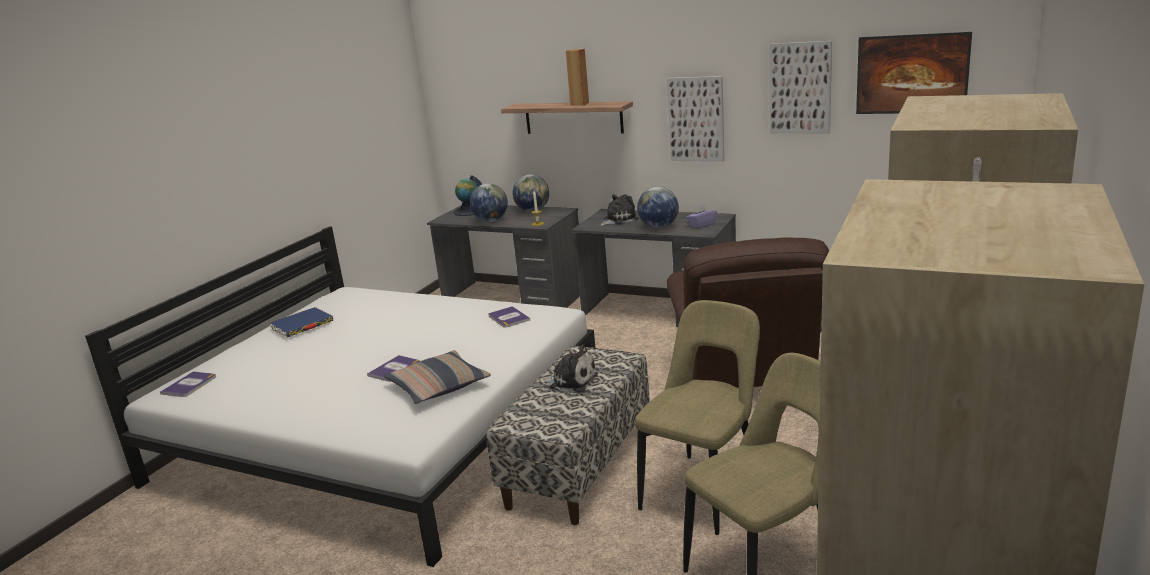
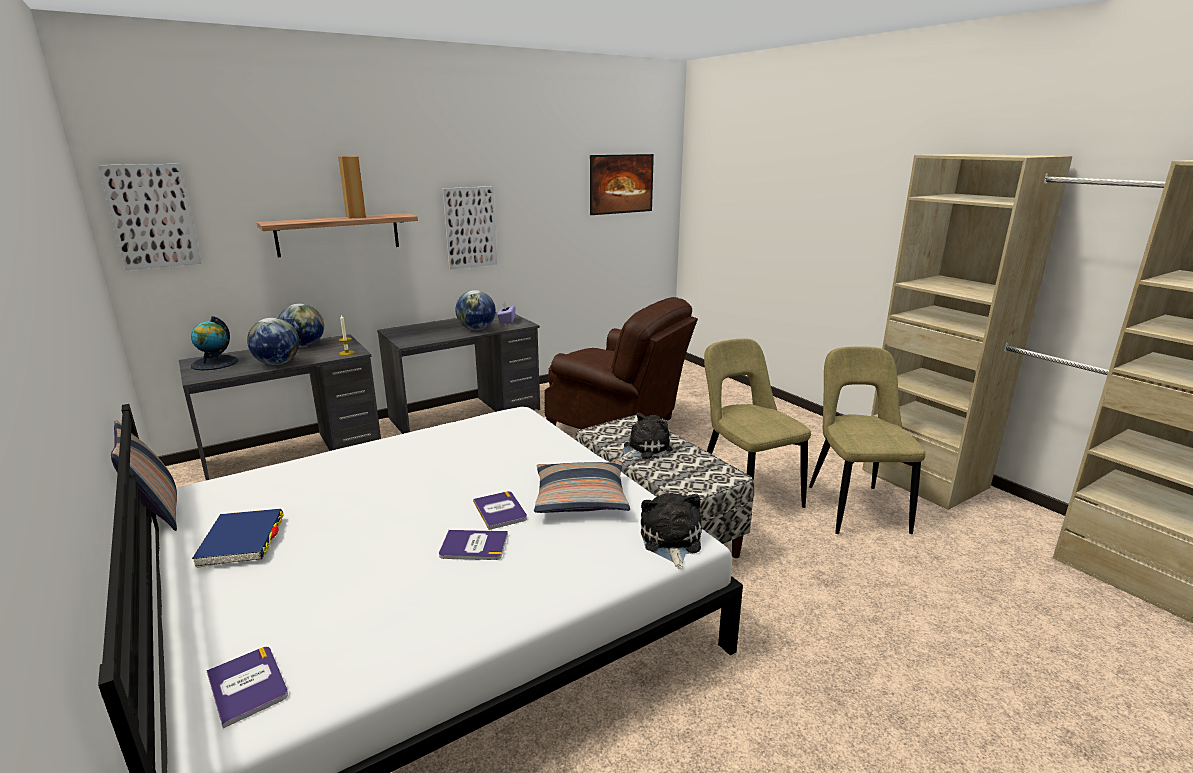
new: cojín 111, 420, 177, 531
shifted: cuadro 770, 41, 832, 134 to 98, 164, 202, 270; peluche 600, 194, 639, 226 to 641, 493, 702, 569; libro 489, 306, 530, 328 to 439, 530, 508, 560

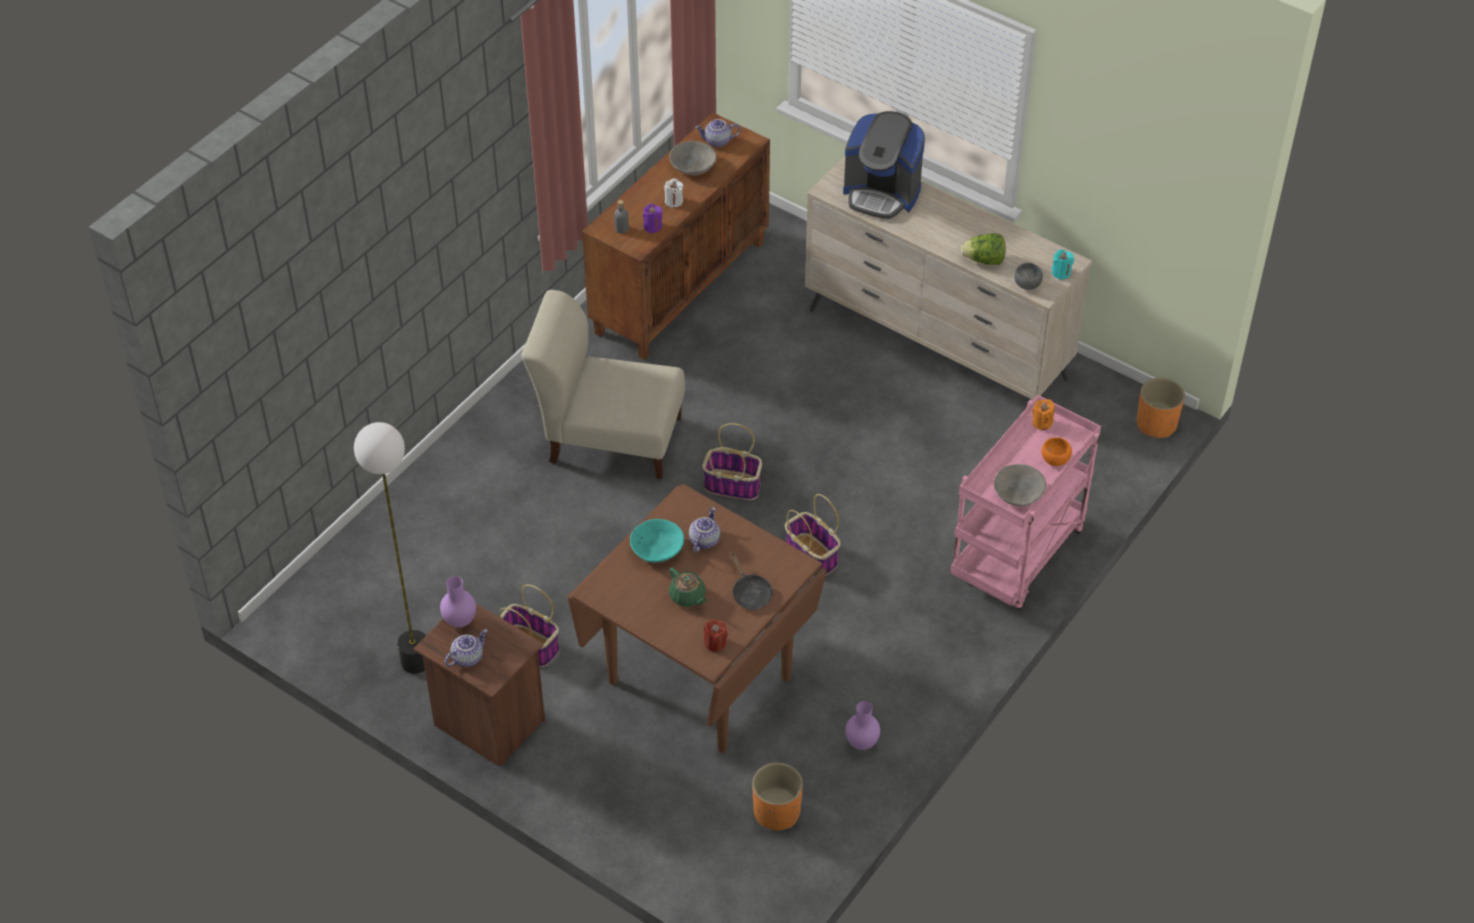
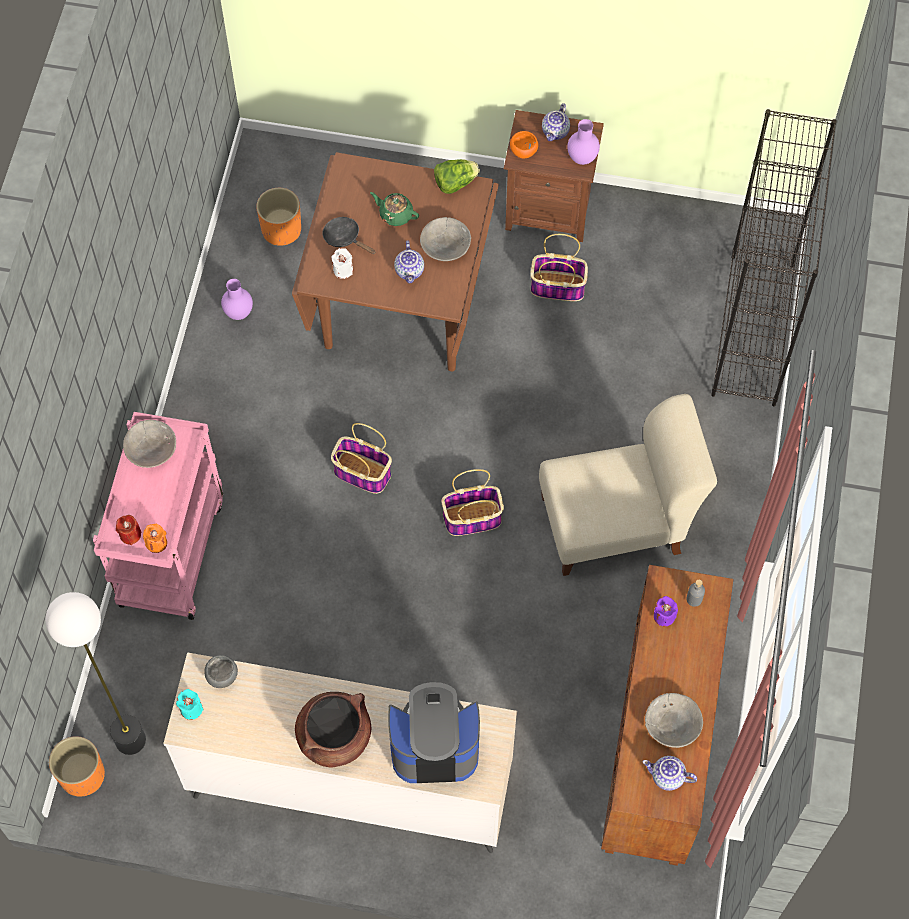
new: estantería (negro) 711, 109, 837, 406; olla (marrón) 295, 692, 371, 767
shifted: vela (blanco) 664, 178, 683, 208 to 331, 248, 353, 279; lechuga 961, 233, 1005, 265 to 434, 159, 480, 194; lámpara de pie 354, 422, 426, 674 to 45, 592, 146, 755; cuenco (naranja) 1042, 437, 1072, 466 to 510, 131, 538, 159; vela (rojo) 704, 619, 728, 652 to 116, 515, 142, 545
repainted: cuenco (turquesa) 630, 519, 684, 562 to cuenco (gris) 420, 217, 471, 261
rotated: tetera 695, 119, 740, 147 = 642, 756, 697, 791 135 degrees counterclockwise

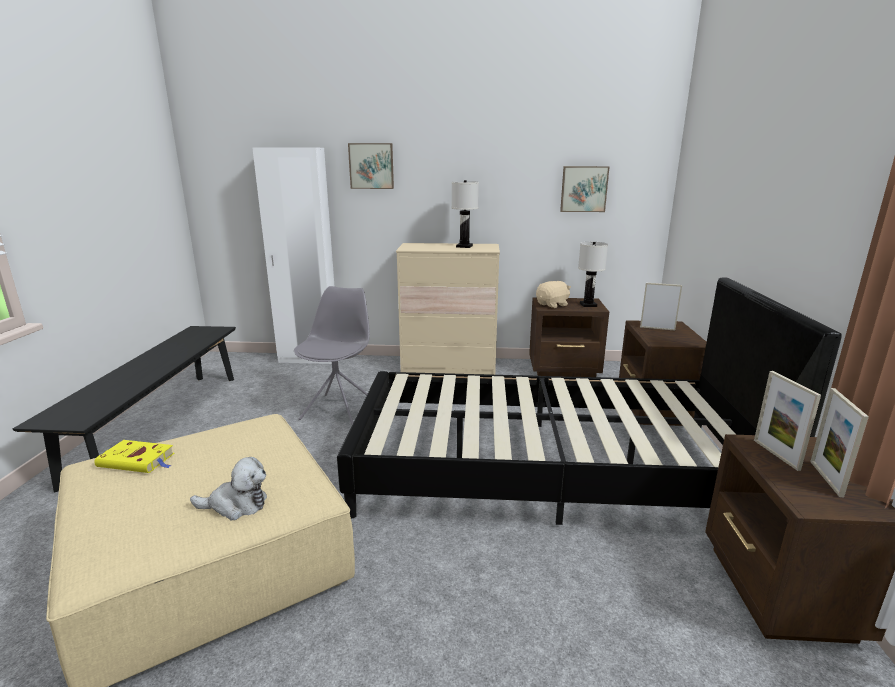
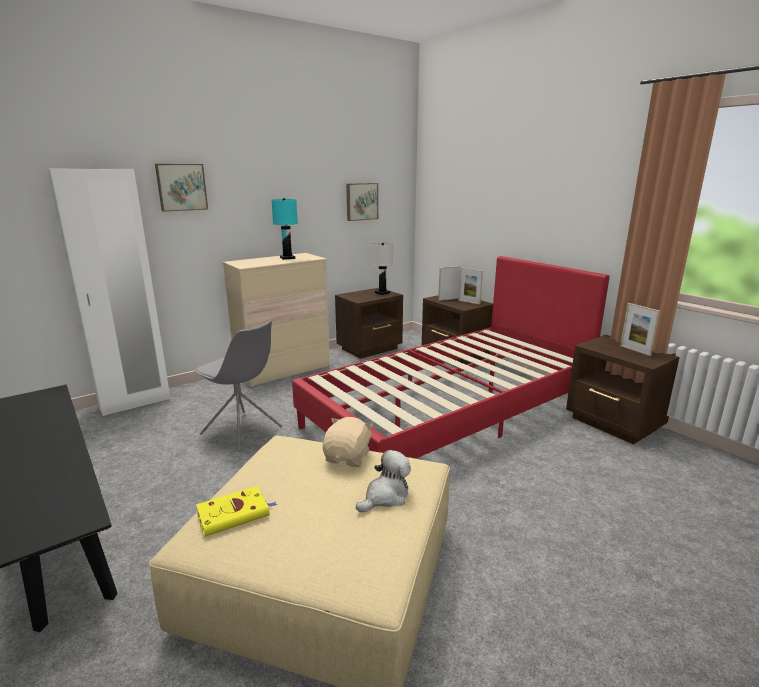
shifted: peluche (beis) 536, 281, 571, 308 to 323, 417, 374, 467; portarretratos 754, 371, 821, 471 to 458, 268, 483, 305
repainted: lámpara de mesa (blanco) 452, 180, 479, 248 to lámpara de mesa (turquesa) 271, 198, 298, 260; cama (negro) 337, 277, 842, 525 to cama (rojo) 292, 256, 610, 459
rotated: silla (gris) 294, 286, 370, 425 = 194, 321, 282, 452 150 degrees clockwise

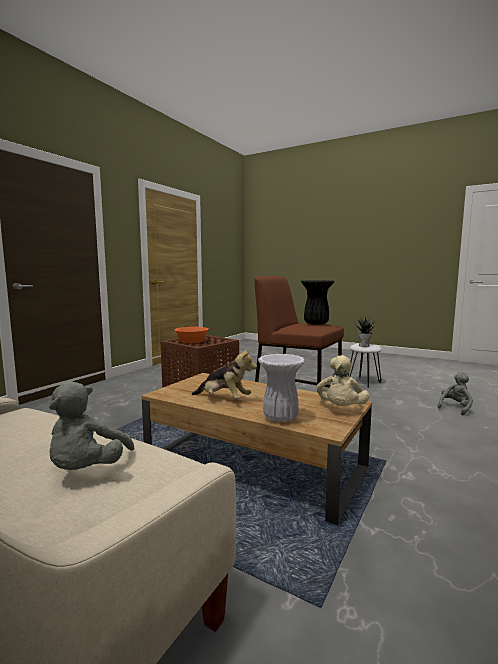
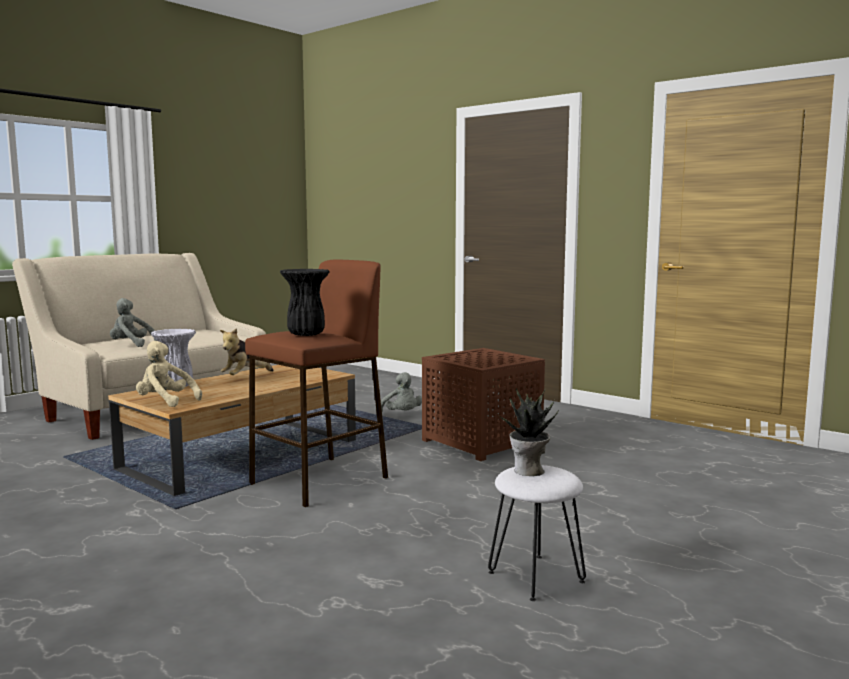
gone: cuenco (naranja) 175, 327, 208, 343
shifted: peluche (gris) 437, 372, 473, 415 to 381, 372, 422, 411

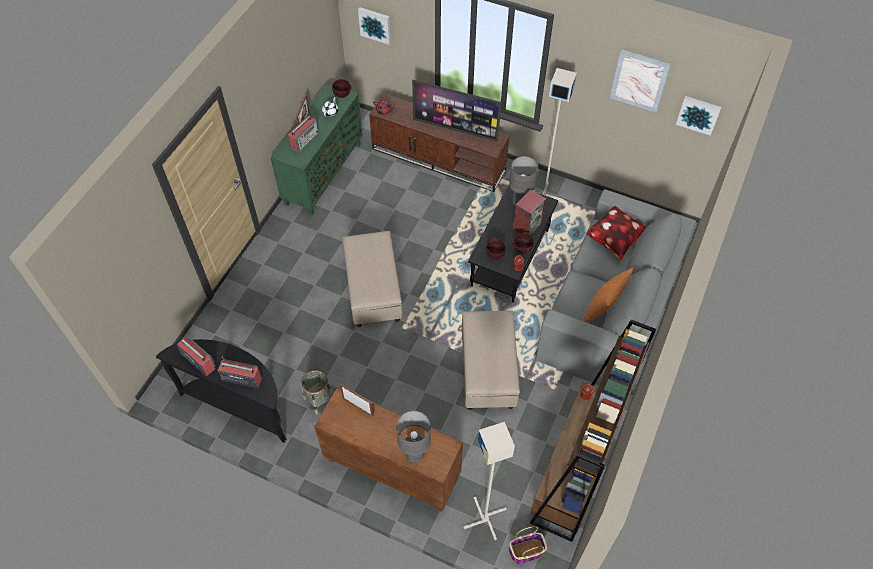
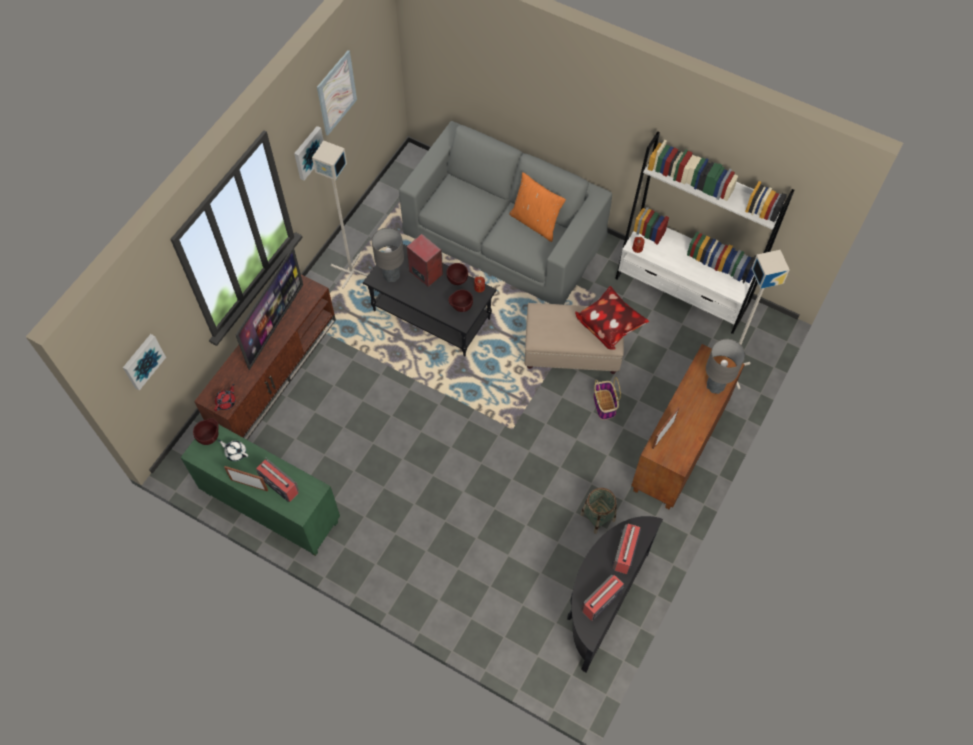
gone: puf (beis) 342, 231, 402, 327
shifted: cuadro 676, 96, 721, 136 to 294, 126, 323, 180; cojín 587, 206, 646, 260 to 575, 286, 649, 350; cesta 509, 526, 547, 564 to 593, 377, 621, 420
repainted: estantería (marrón) 530, 319, 656, 542 to estantería (blanco) 615, 131, 794, 334

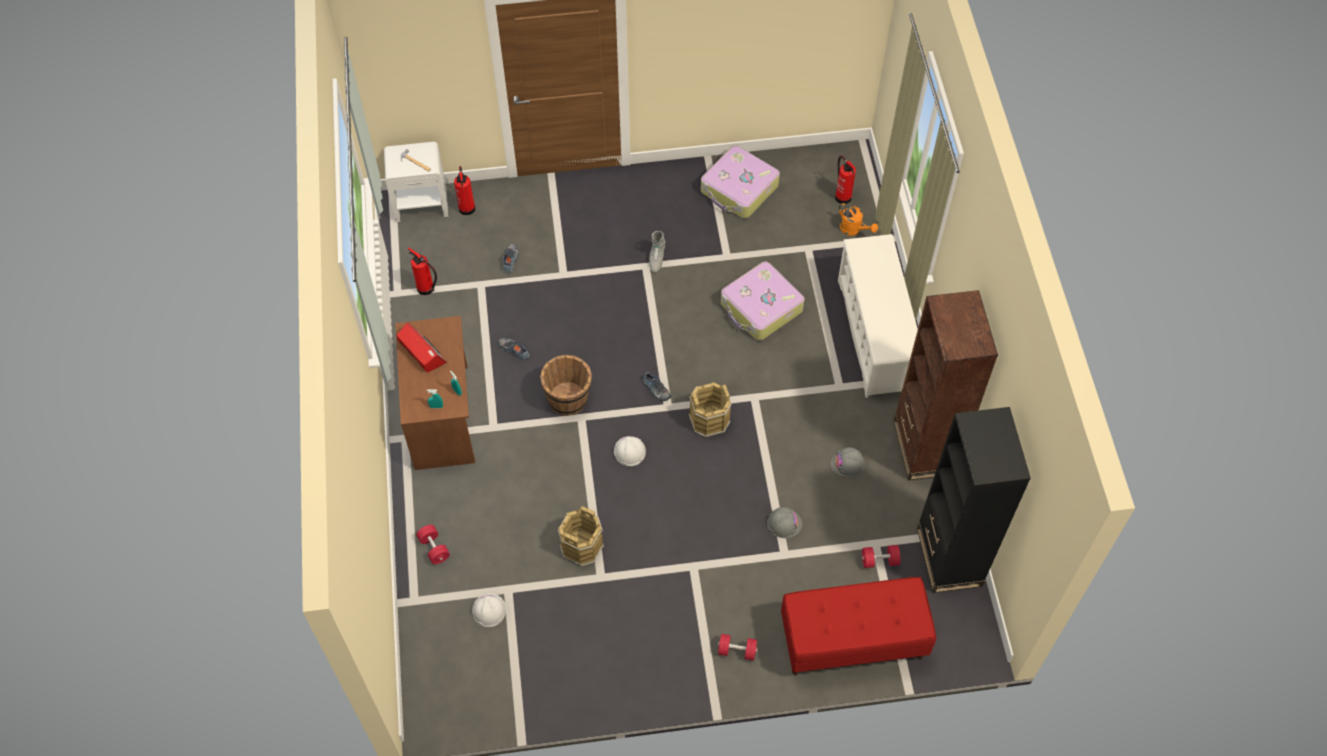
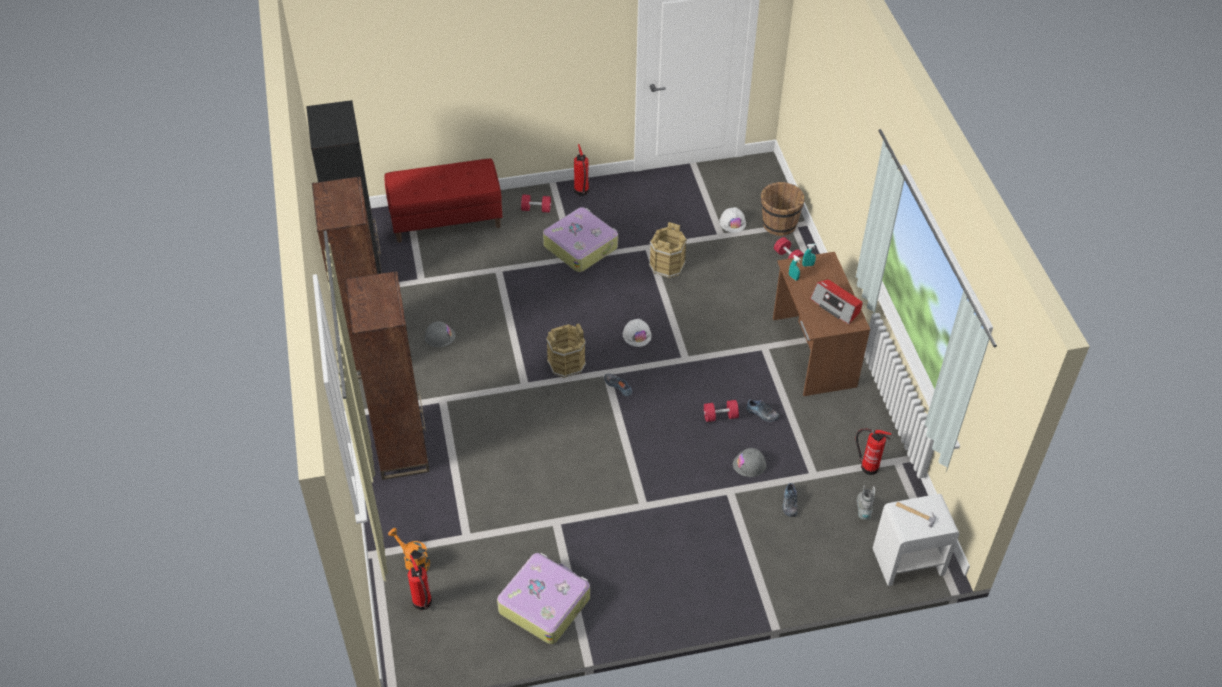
shifted: extintor 454, 166, 475, 215 to 574, 144, 589, 196; bota (gris) 649, 231, 665, 273 to 857, 485, 875, 520; maleta 721, 261, 805, 341 to 543, 207, 618, 272; cubo (marrón) 540, 355, 592, 416 to 761, 182, 805, 236; casco (gris) 767, 507, 802, 538 to 733, 448, 766, 477; mancuerna (rojo) 862, 545, 901, 568 to 704, 400, 739, 422
swapped: zapatero (blanco) 838, 234, 918, 398 to estantería (marrón) 346, 271, 430, 480

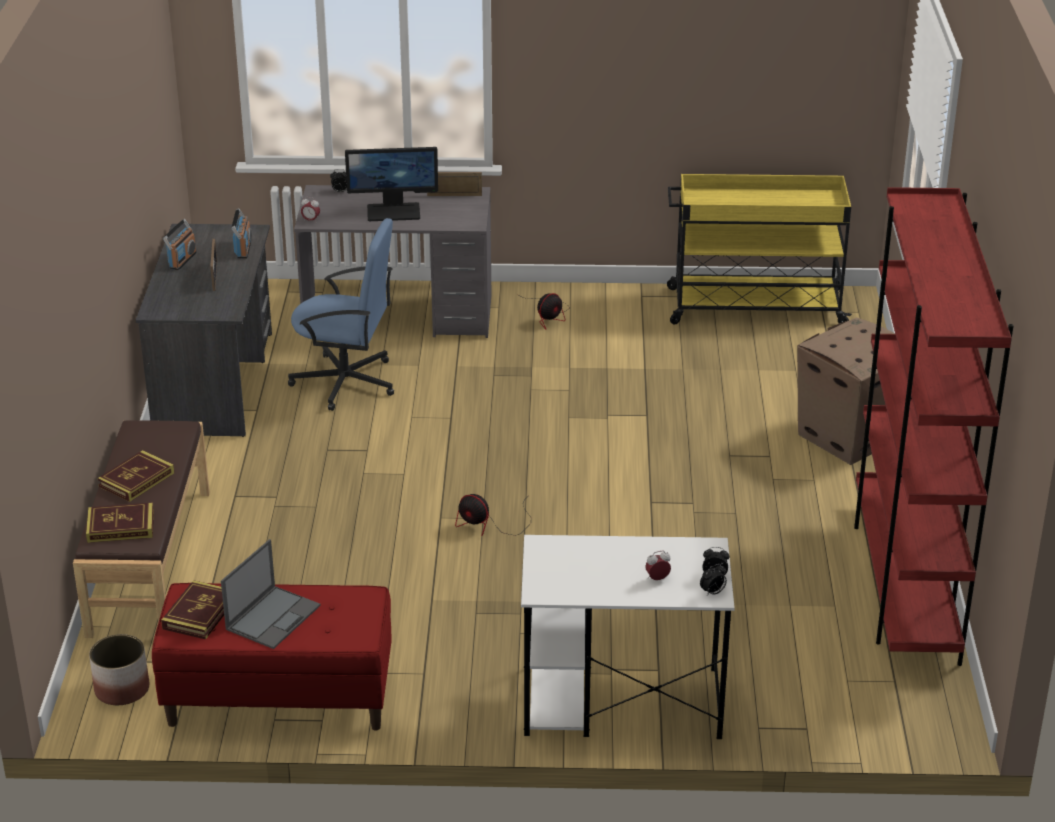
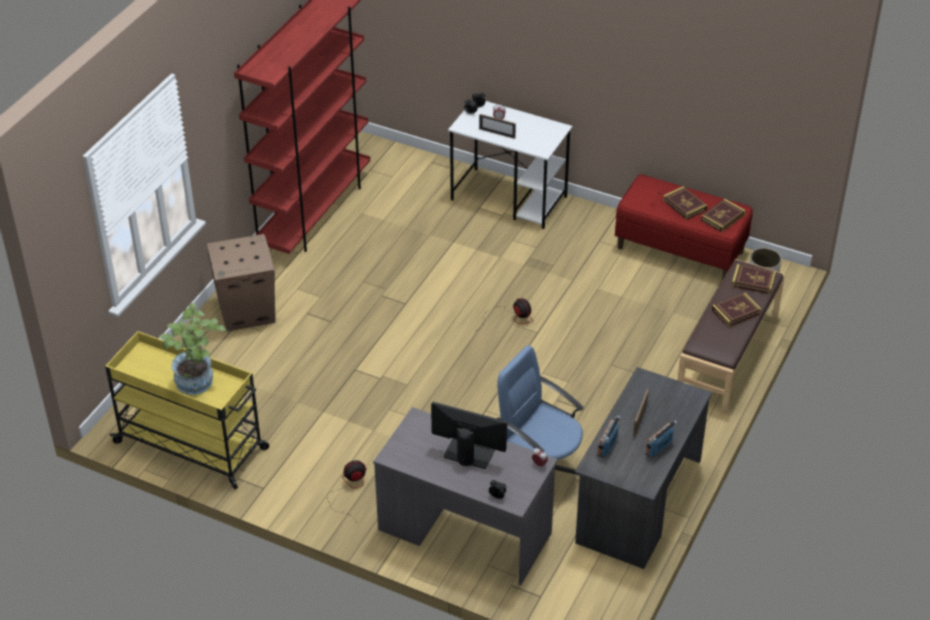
new: planta en maceta 159, 303, 226, 395
shifted: portarretratos 427, 172, 482, 196 to 479, 114, 516, 139
swapped: portátil 221, 539, 320, 649 to libro 663, 186, 708, 220

